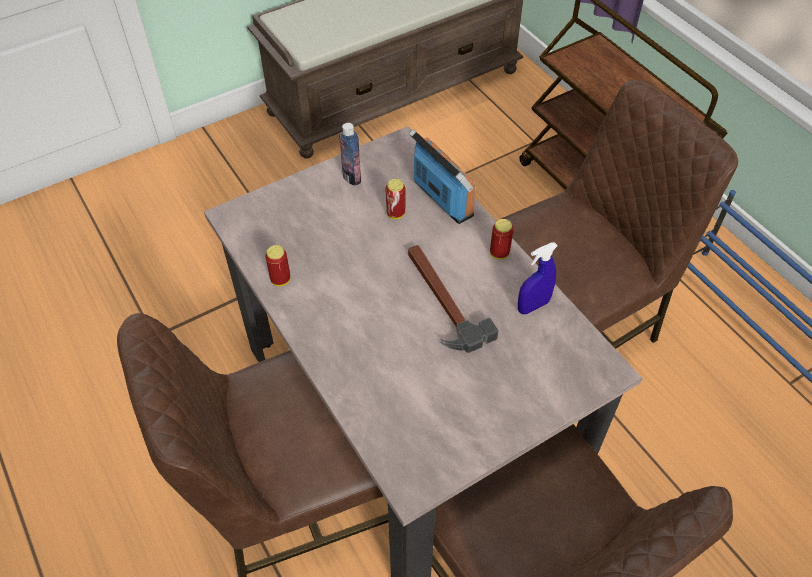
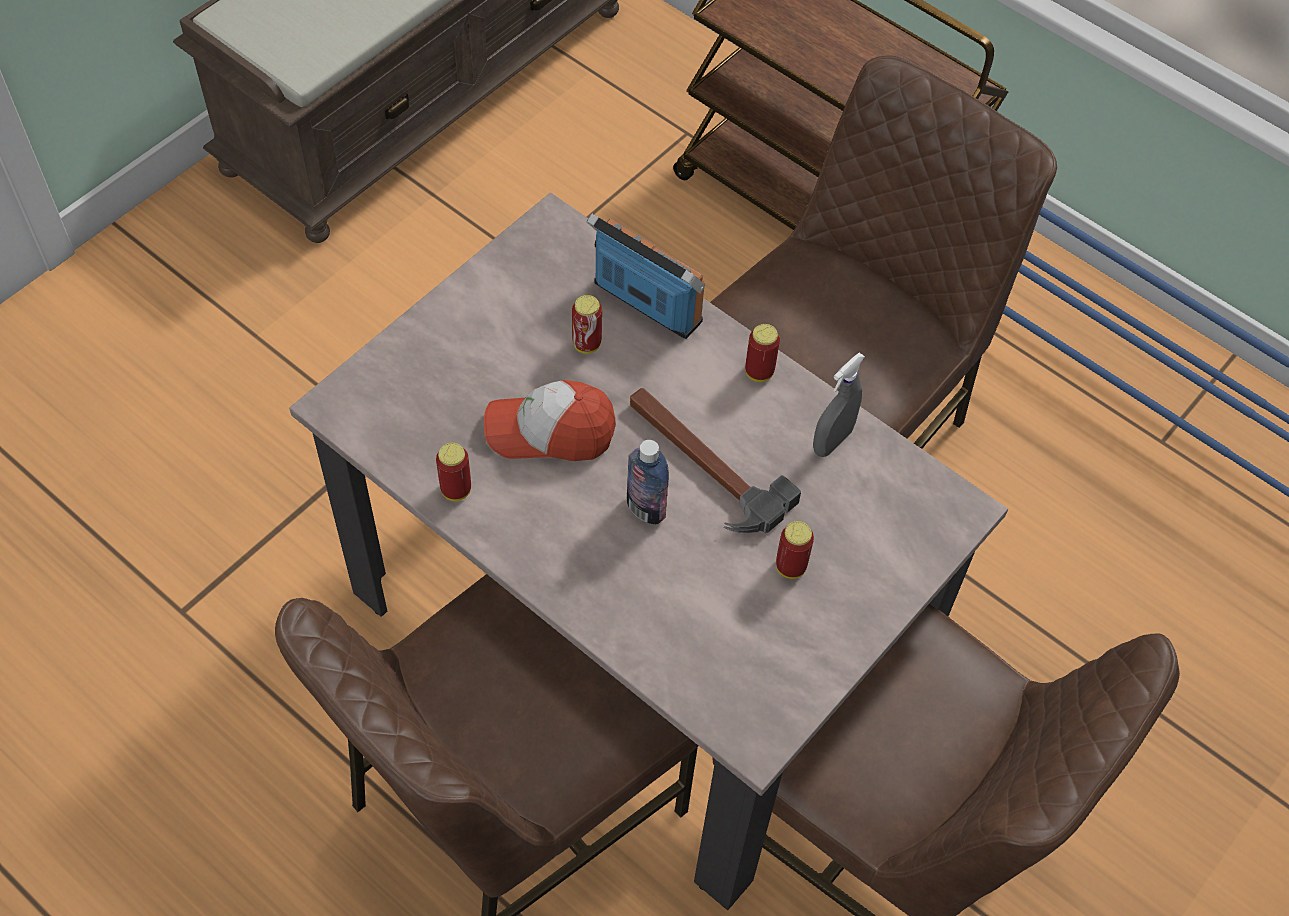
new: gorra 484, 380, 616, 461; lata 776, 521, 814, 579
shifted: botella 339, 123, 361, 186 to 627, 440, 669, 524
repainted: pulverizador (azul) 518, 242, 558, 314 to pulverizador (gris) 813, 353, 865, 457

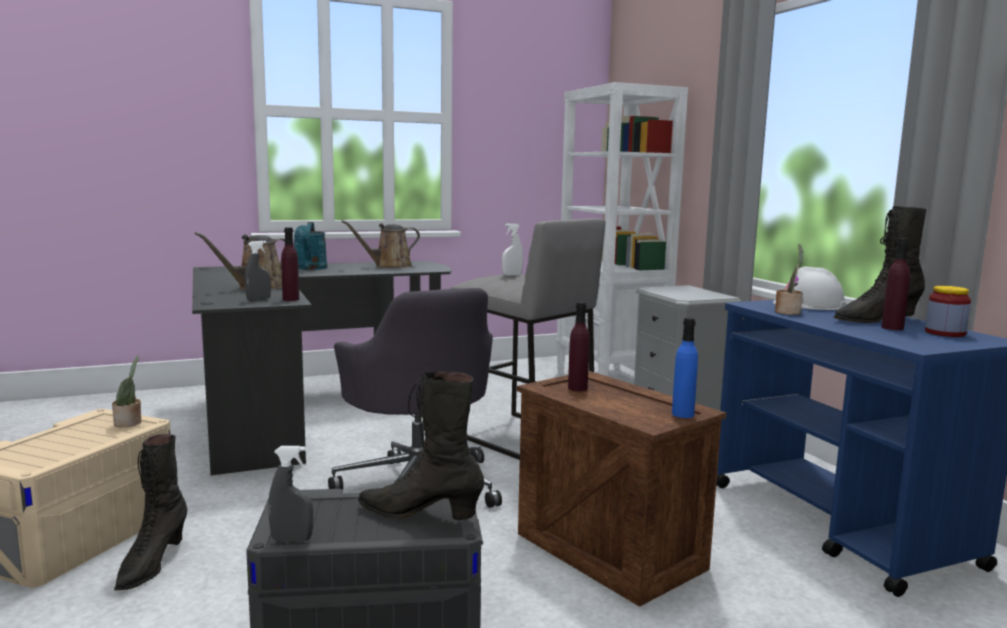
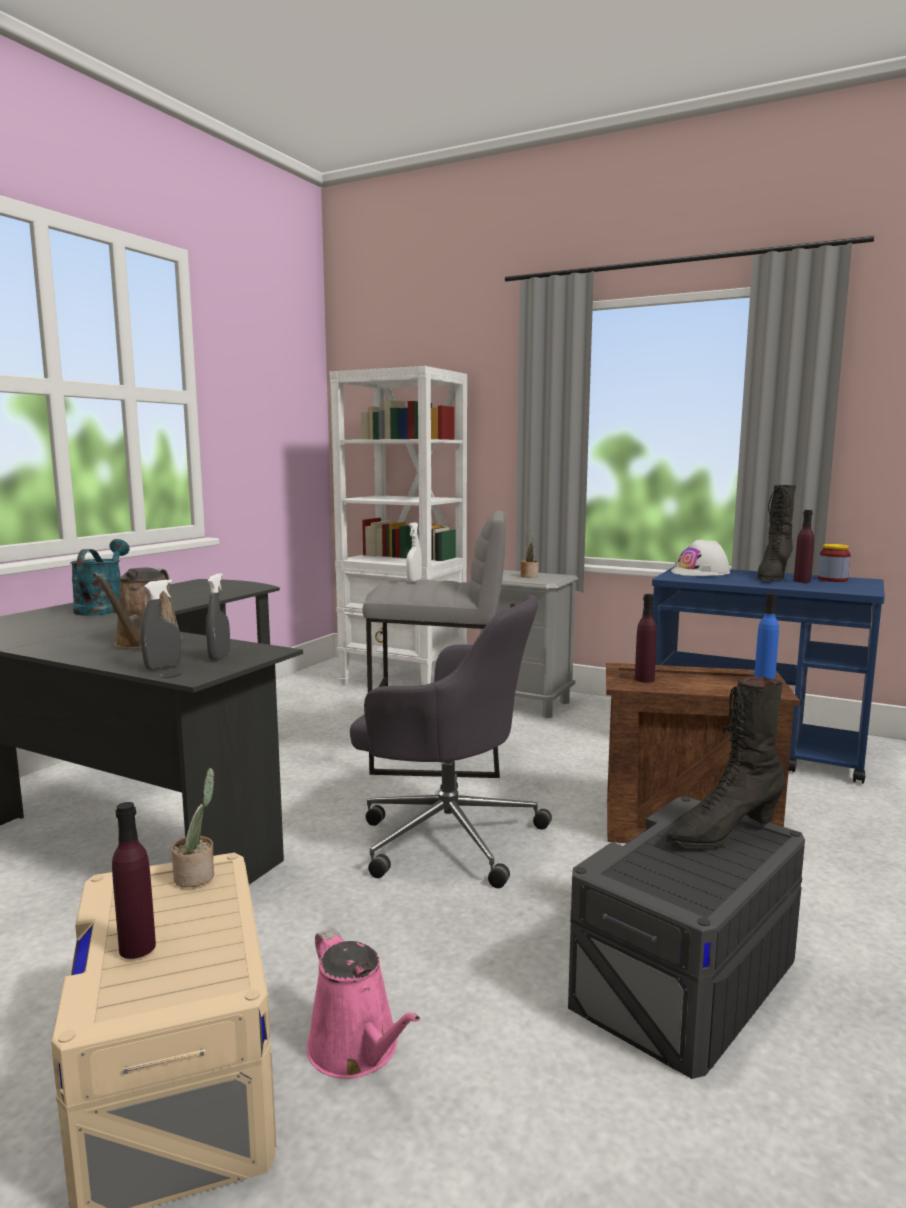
gone: regadera (marrón) 341, 220, 420, 268
shifted: botella (morado) 281, 227, 299, 301 to 112, 802, 156, 959; planta en maceta 775, 244, 804, 315 to 521, 527, 538, 578; pulverizador (gris) 268, 446, 313, 542 to 141, 579, 181, 670
swapped: bota (negro) 114, 434, 187, 591 to regadera (rosa) 307, 928, 420, 1079
rotated: regadera (turquesa) 293, 222, 327, 270 = 70, 539, 129, 616 135 degrees counterclockwise

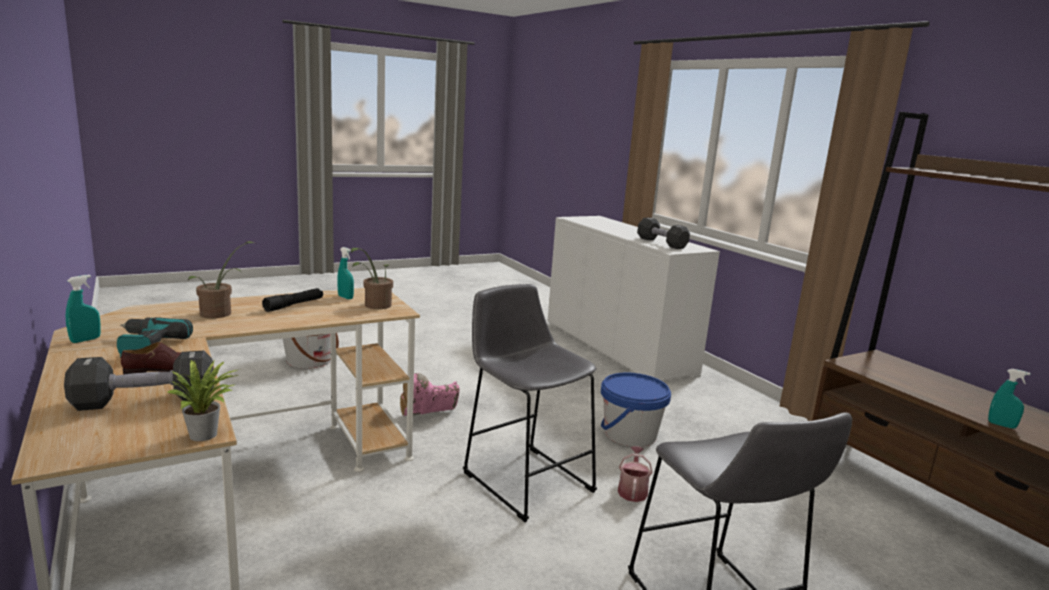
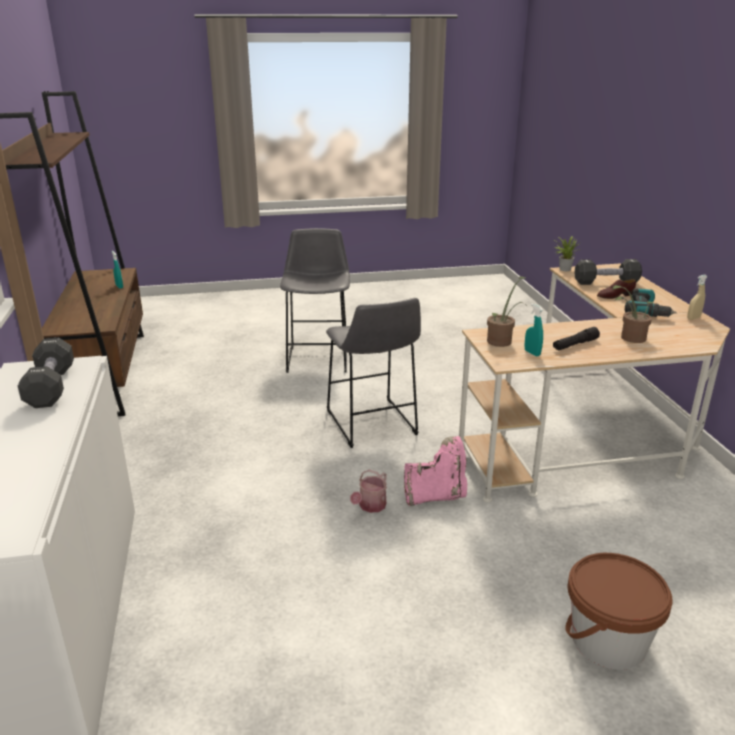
gone: cubo (azul) 601, 373, 671, 447
shifted: regadera 618, 446, 653, 502 to 350, 469, 387, 513
repainted: pulverizador (turquesa) 66, 275, 101, 343 to pulverizador (beis) 687, 275, 708, 320

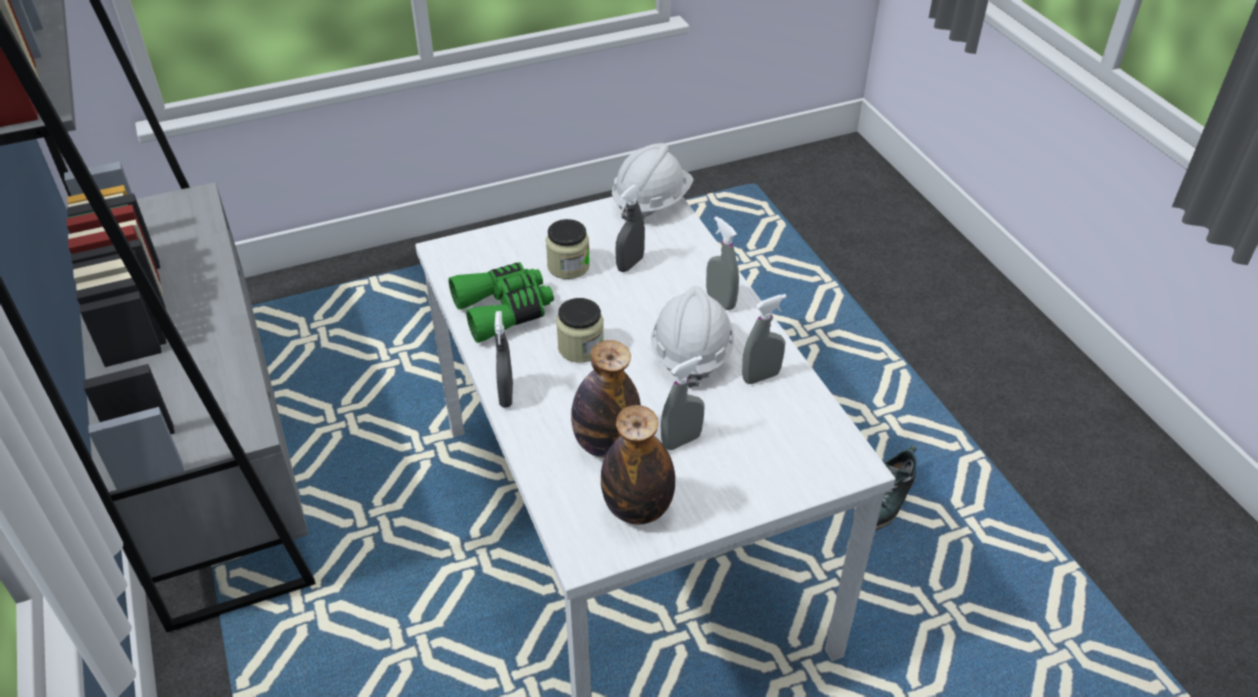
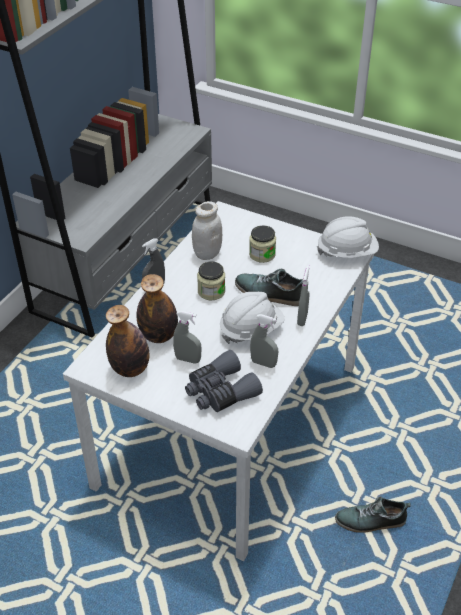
gone: pulverizador (gris) 615, 185, 645, 272
new: zapato 235, 269, 303, 306; prismáticos (gris) 185, 350, 263, 412
swapped: prismáticos (verde) 448, 262, 554, 343 to tarro (blanco) 192, 201, 222, 260

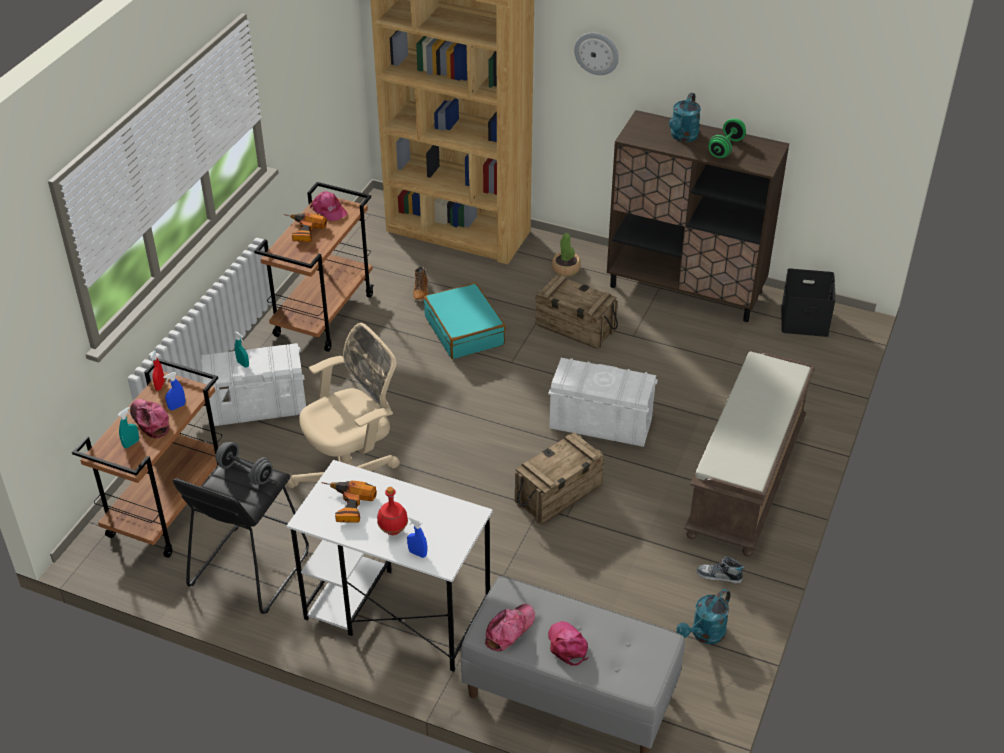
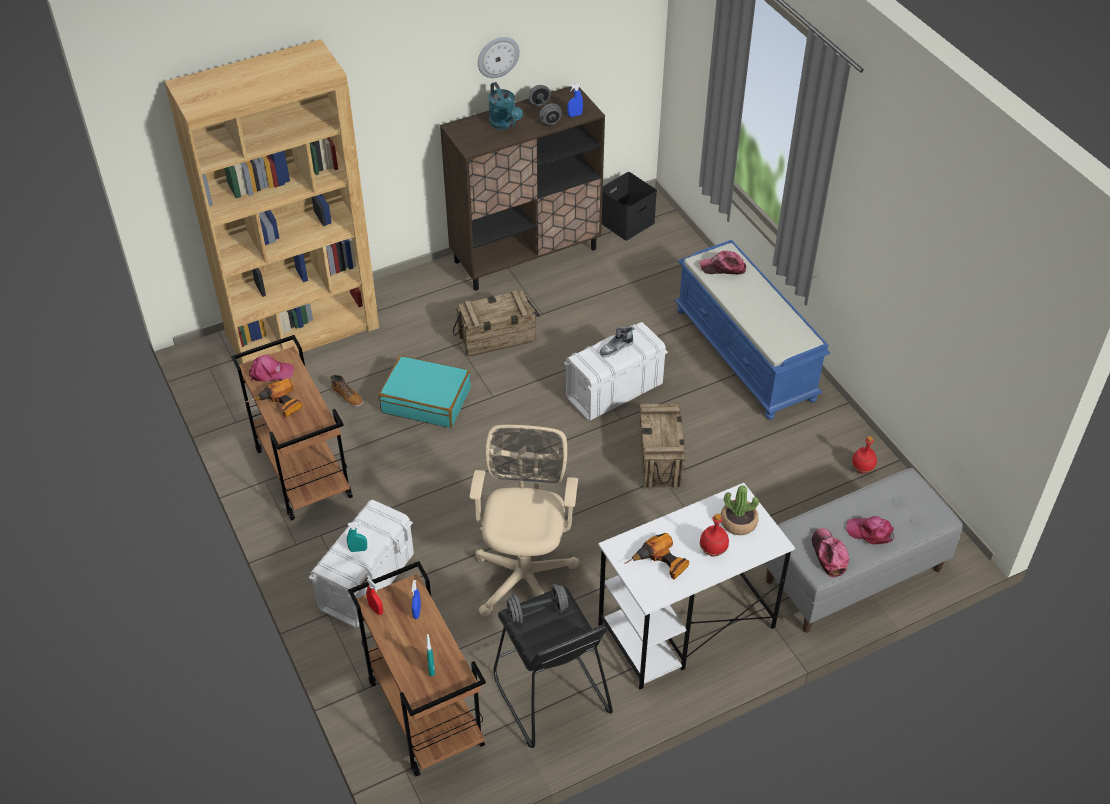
shifted: reloj de pared 574, 33, 619, 75 to 478, 37, 520, 78; planta en maceta 552, 233, 581, 276 to 720, 485, 759, 535; gorra 130, 399, 169, 439 to 699, 251, 746, 275; pulverizador (azul) 407, 517, 427, 558 to 567, 83, 583, 117; zapato 697, 556, 745, 584 to 599, 326, 635, 357
swapped: regadera (turquesa) 677, 589, 731, 644 to botella (rojo) 852, 436, 877, 474
repainted: mancuerna (verde) 709, 119, 746, 158 to mancuerna (gris) 529, 85, 562, 125; banco (marrón) 684, 351, 815, 557 to banco (azul) 675, 240, 830, 420

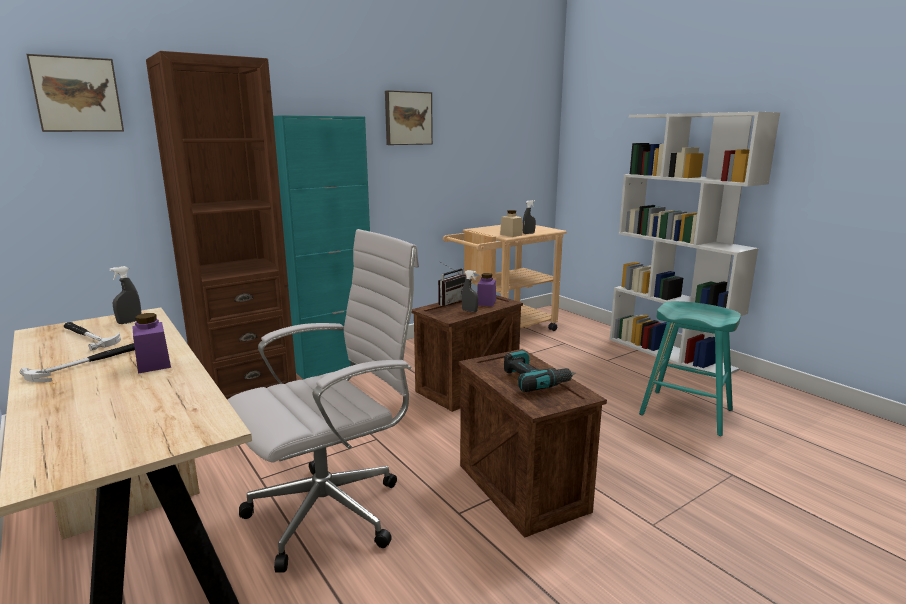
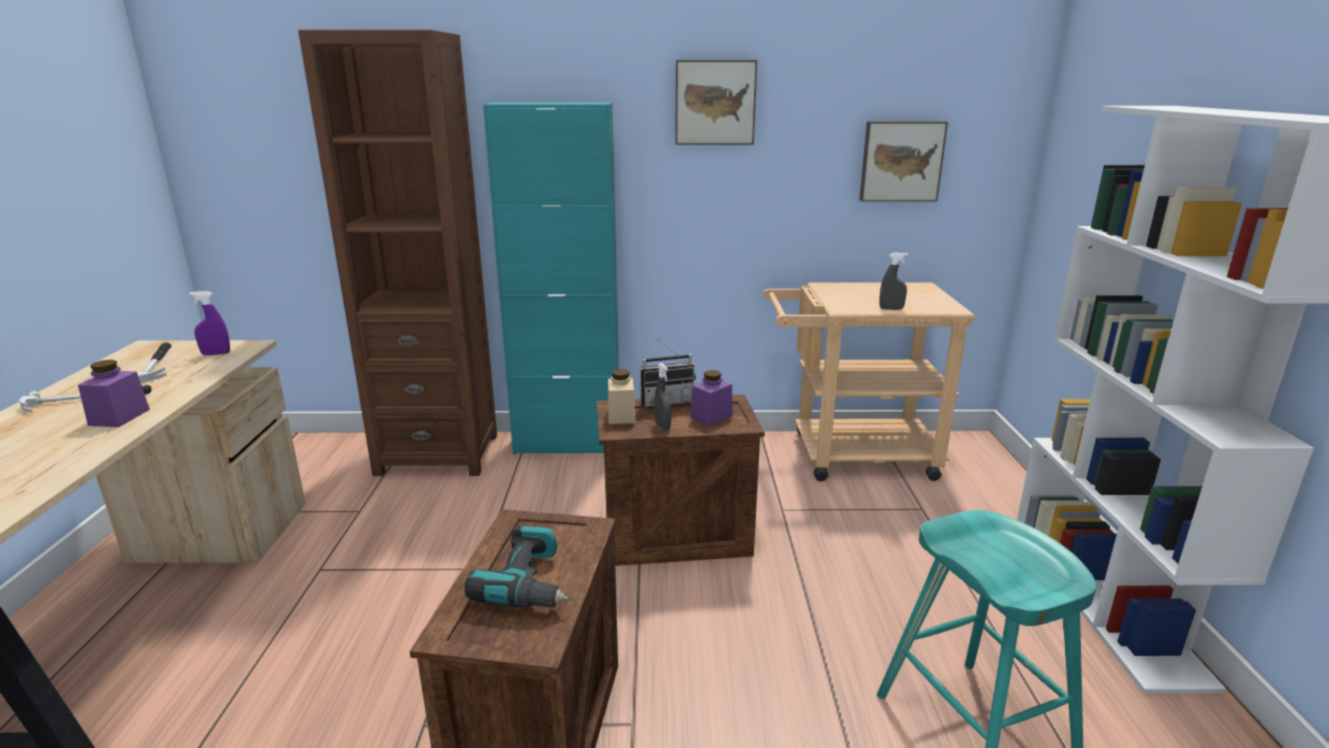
gone: silla de oficina (blanco) 228, 229, 419, 573
shifted: cuadro 26, 54, 124, 132 to 859, 121, 948, 202; tarro (beis) 500, 210, 522, 237 to 608, 369, 636, 424
repainted: pulverizador (gris) 109, 266, 142, 324 to pulverizador (morado) 189, 291, 230, 355

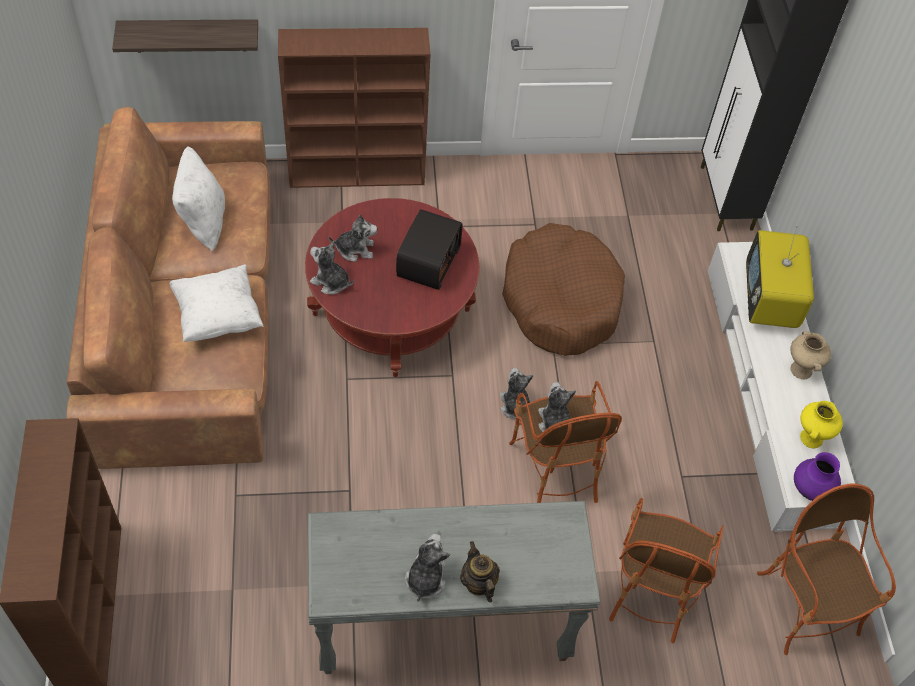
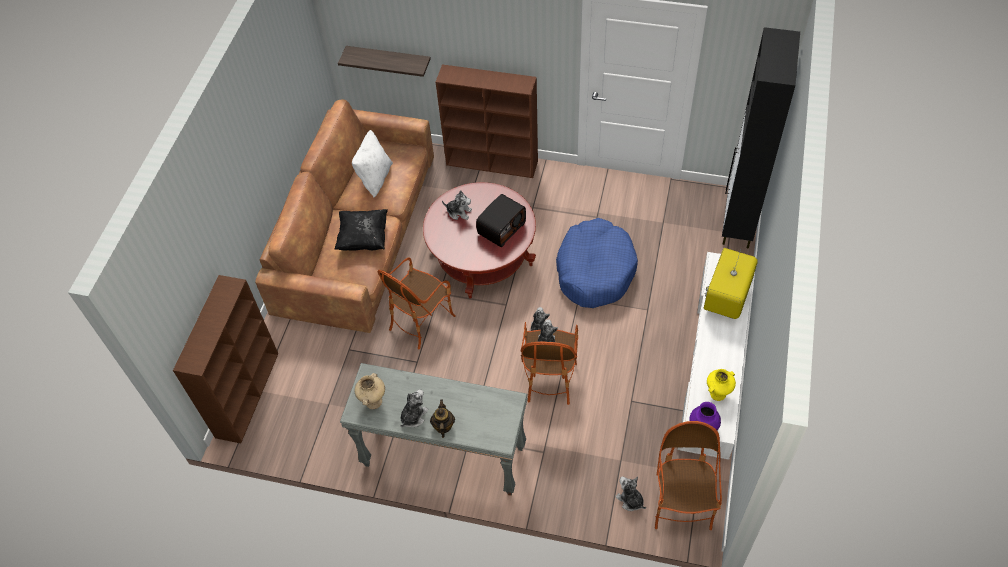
shifted: peluche 310, 241, 354, 295 to 615, 476, 646, 511; florero (beis) 790, 331, 831, 380 to 355, 373, 385, 409; sillón 609, 498, 724, 643 to 378, 258, 456, 349
repainted: cama para perro (marrón) 502, 223, 625, 356 to cama para perro (azul) 556, 218, 638, 308; cojín (blanco) 170, 265, 264, 342 to cojín (negro) 335, 209, 388, 251

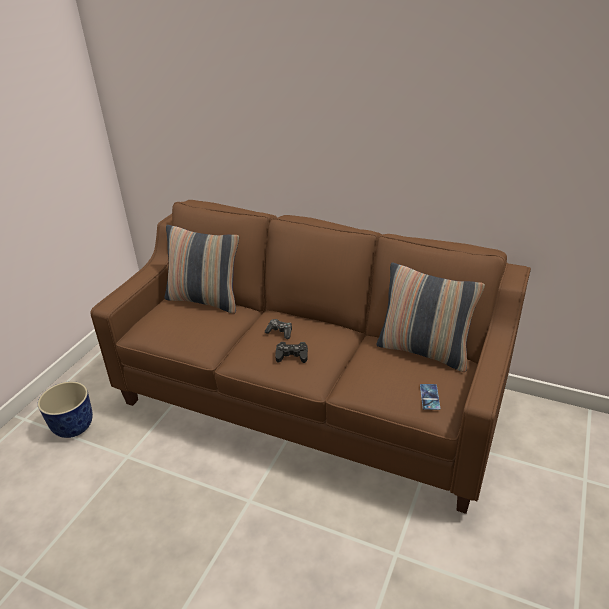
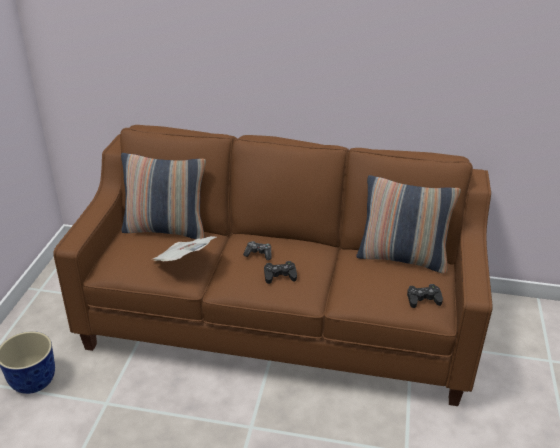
new: periódico 153, 236, 216, 261
swapped: móvil 420, 384, 440, 410 to mando de consola (negro) 407, 284, 443, 308

